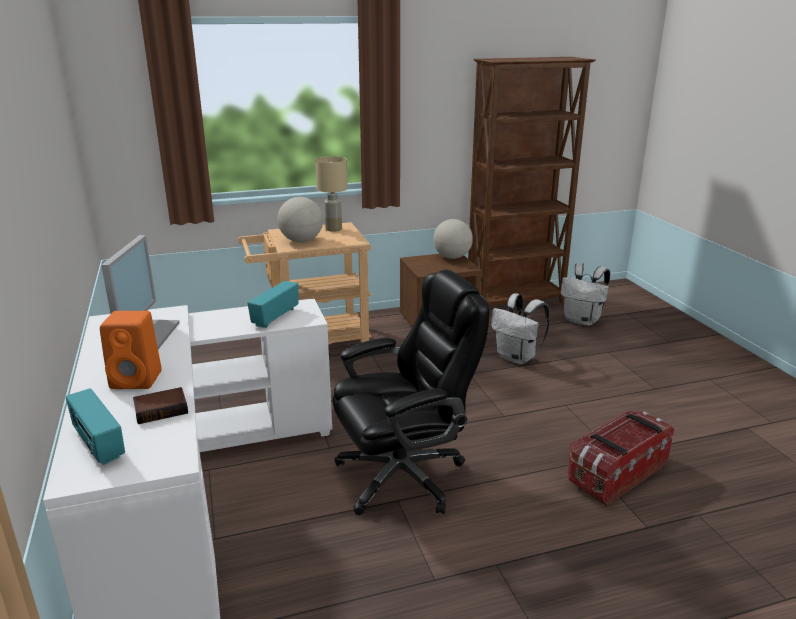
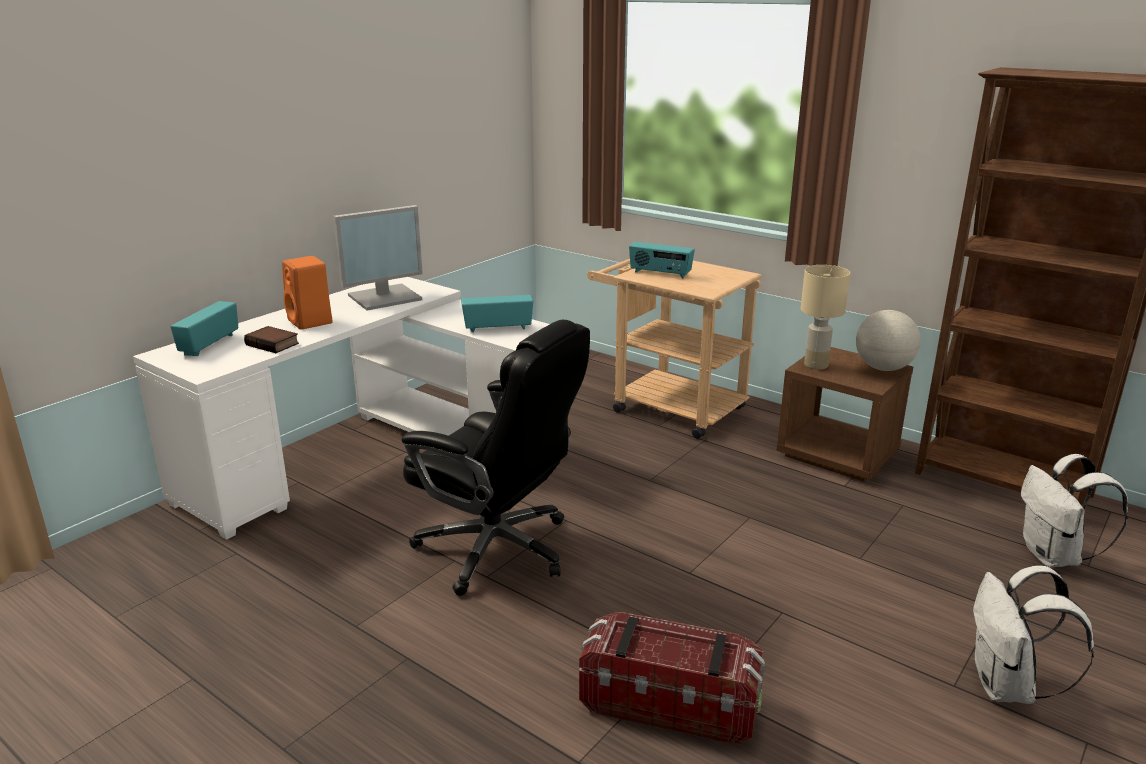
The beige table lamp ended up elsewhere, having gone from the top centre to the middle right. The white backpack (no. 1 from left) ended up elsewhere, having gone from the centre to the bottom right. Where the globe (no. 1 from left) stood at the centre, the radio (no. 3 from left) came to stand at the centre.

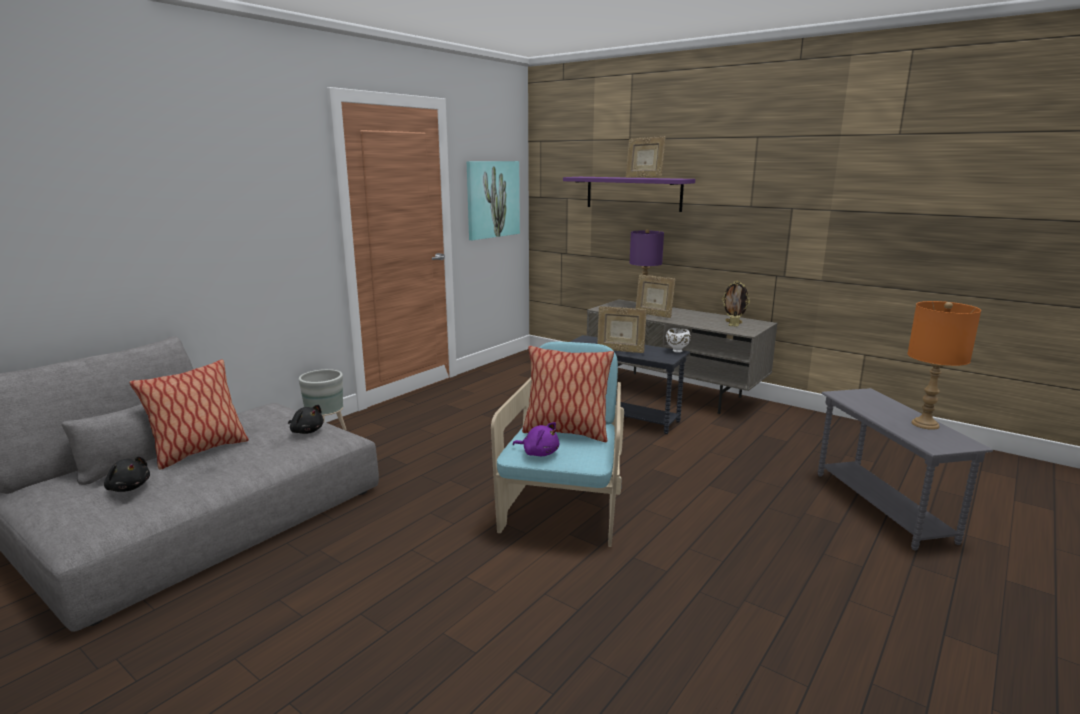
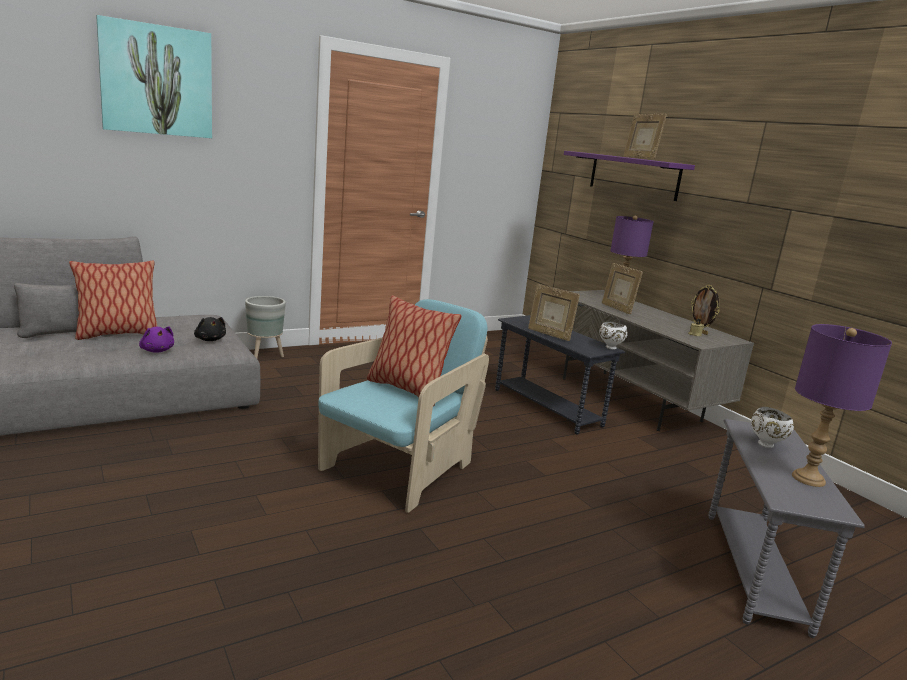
The second view lost the black plush toy (no. 1 from left) at the middle left. The second view gained the white bowl (no. 2 from left) at the middle right. The picture ended up elsewhere, having gone from the top centre to the top left. The purple plush toy ended up elsewhere, having gone from the centre to the middle left. What was the orange table lamp at the middle right turned into the purple table lamp (no. 2 from left) at the middle right.

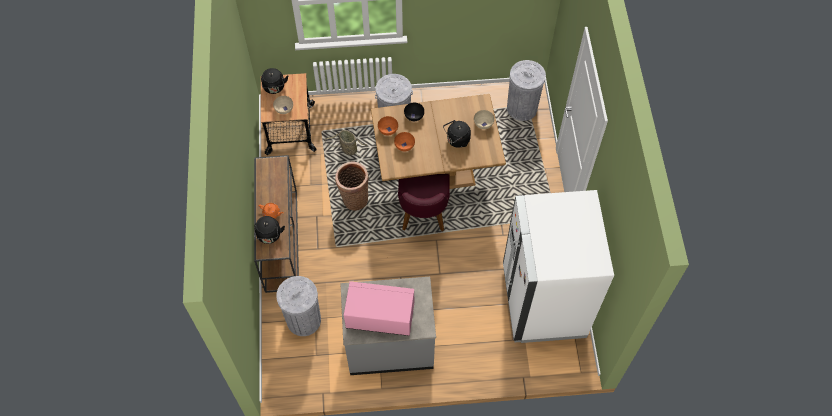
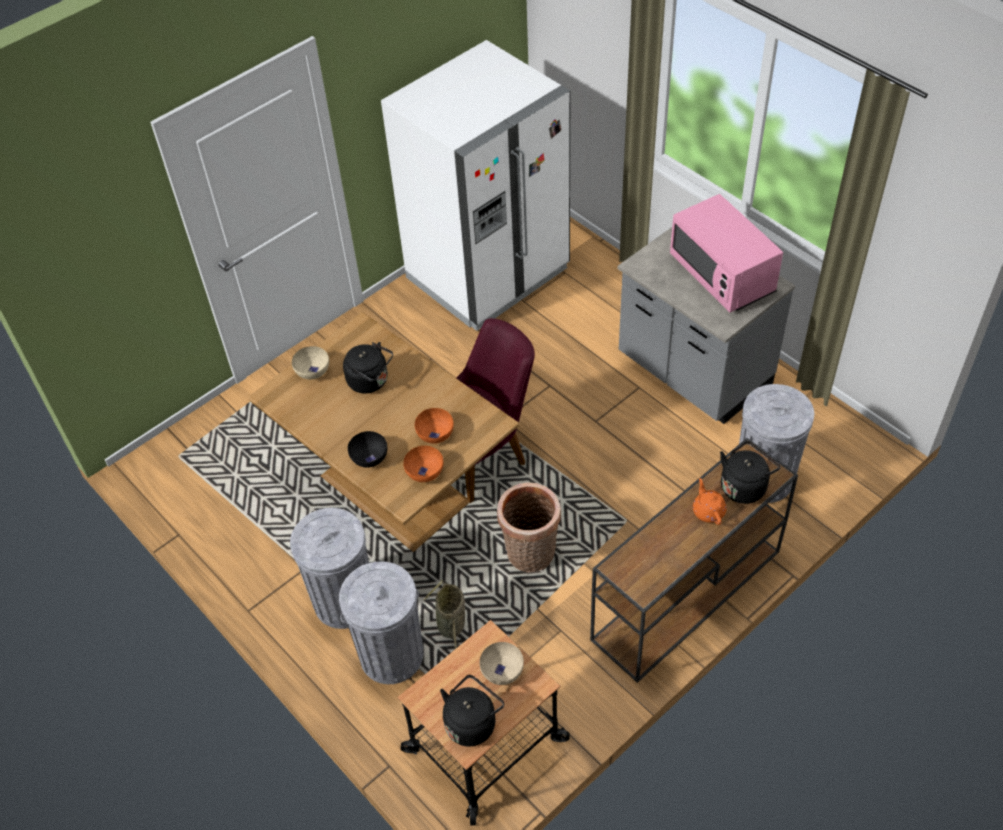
The grey trash can (no. 3 from left in the first image) ended up elsewhere, having gone from the top centre to the bottom centre.

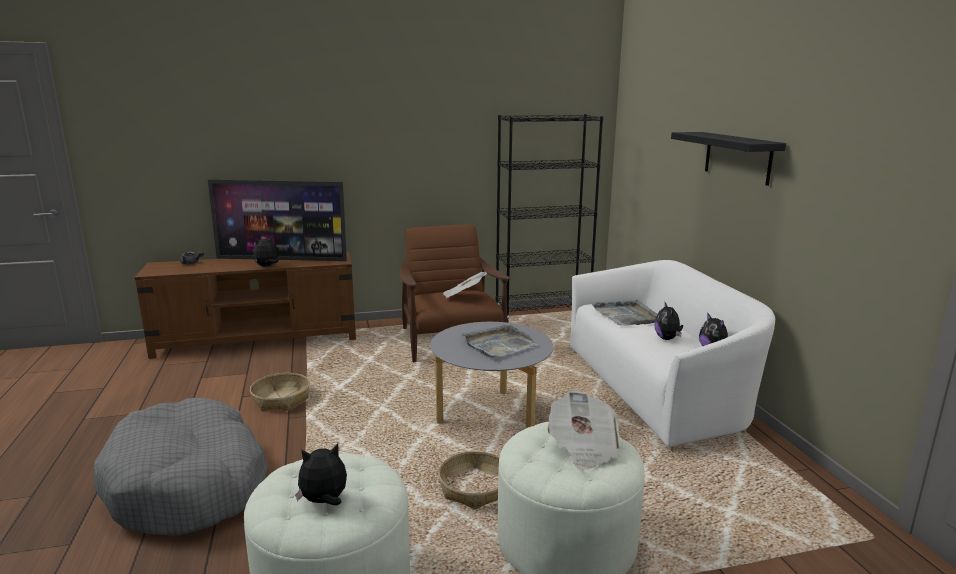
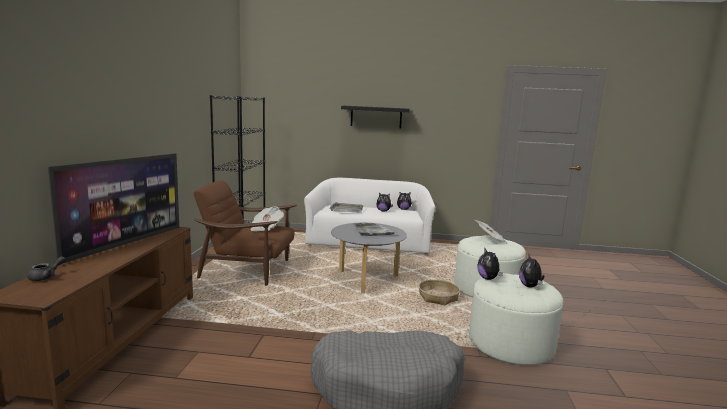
The second view lost the basket (no. 1 from left) at the bottom left. The plush toy (no. 1 from left in the first image) ended up elsewhere, having gone from the middle left to the middle right.

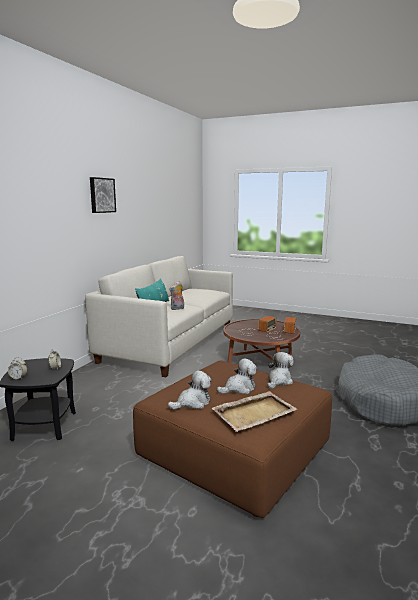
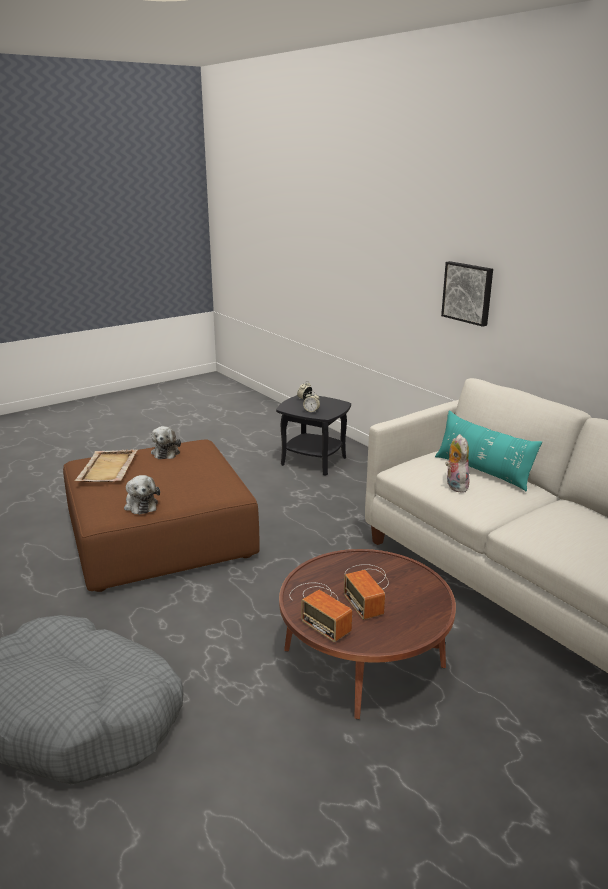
The second view lost the plush toy (no. 3 from left) at the centre. The picture ended up elsewhere, having gone from the top left to the top right.

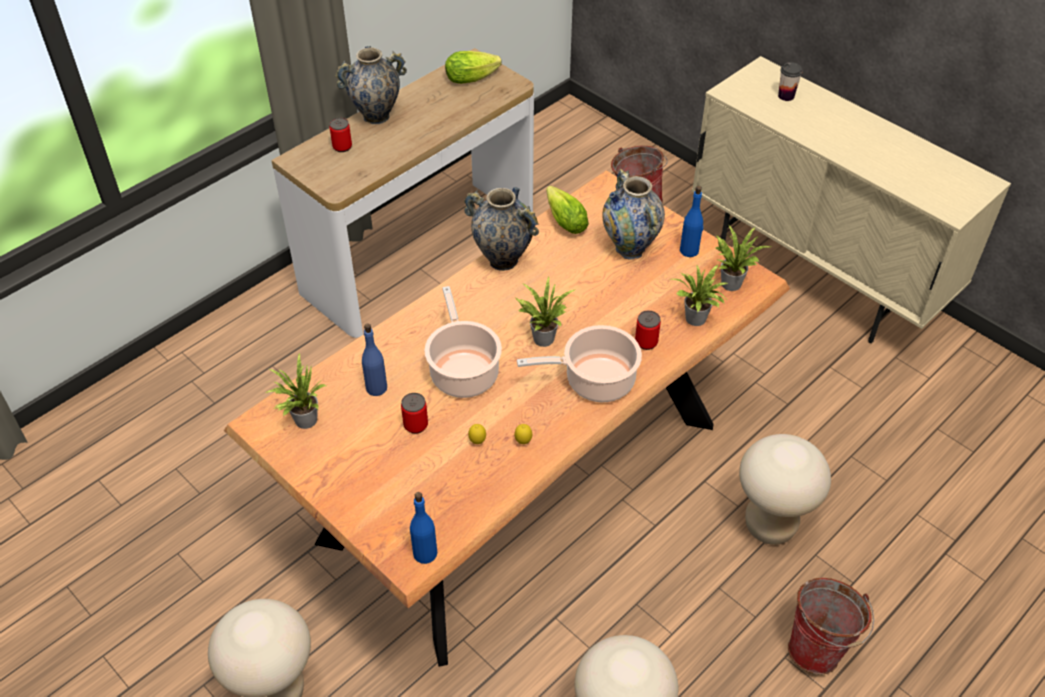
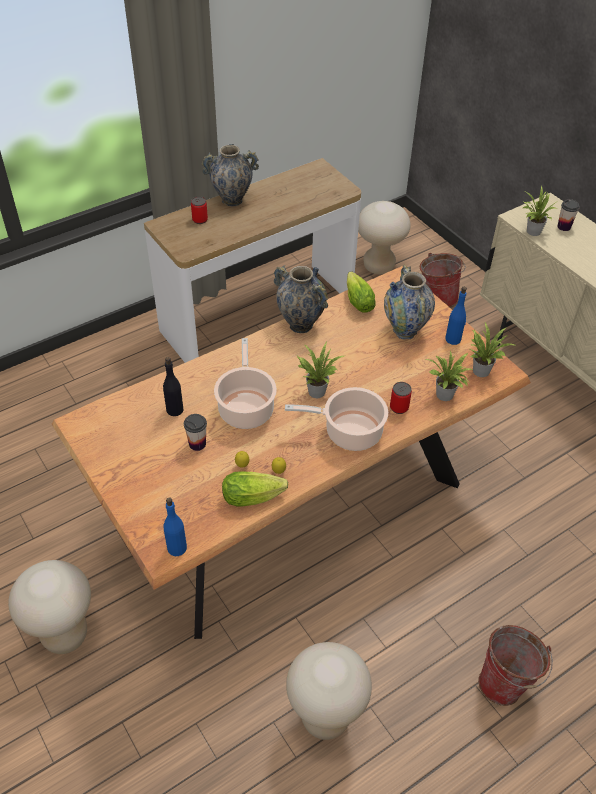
The potted plant (no. 1 from left in the first image) ended up elsewhere, having gone from the middle left to the top right. The lettuce (no. 1 from left) ended up elsewhere, having gone from the top centre to the centre. The beige stool (no. 3 from left) ended up elsewhere, having gone from the bottom right to the top centre. Where the can (no. 2 from left) stood at the centre, the cup (no. 1 from left) came to stand at the middle left. What was the blue bottle (no. 1 from left) at the centre turned into the black bottle at the middle left.

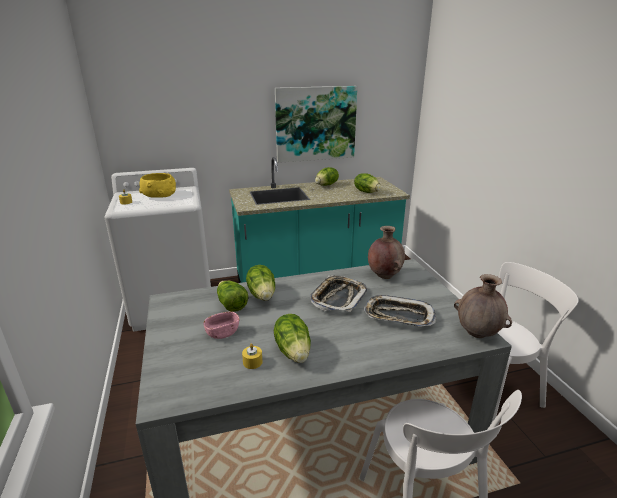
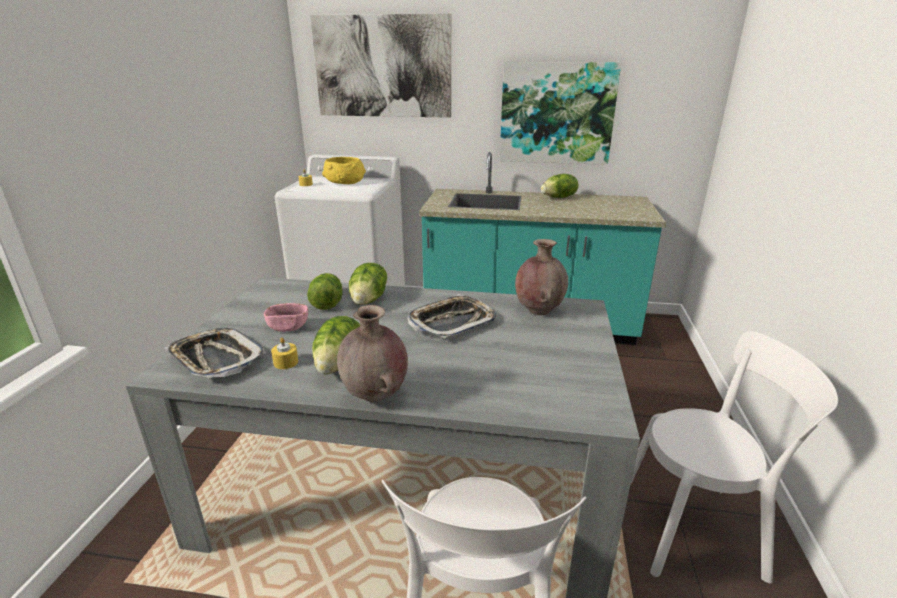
The second view lost the lettuce (no. 5 from left) at the centre. The second view gained the picture (no. 1 from left) at the top centre. The tray (no. 2 from left in the first image) ended up elsewhere, having gone from the centre to the middle left. The brown vase (no. 2 from left in the first image) ended up elsewhere, having gone from the middle right to the centre.

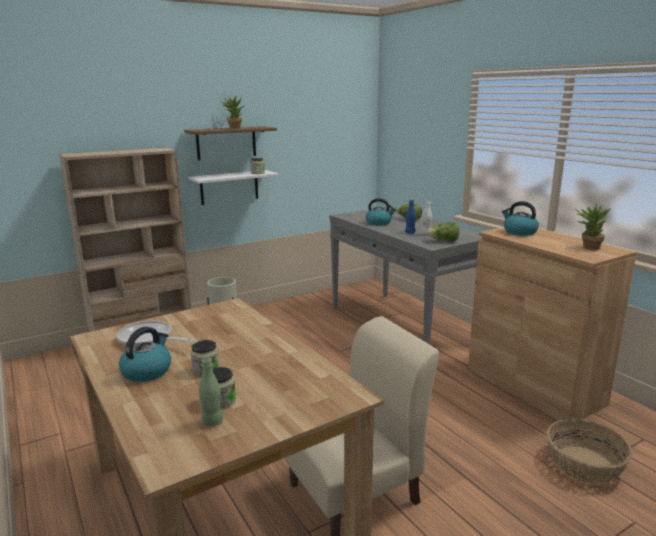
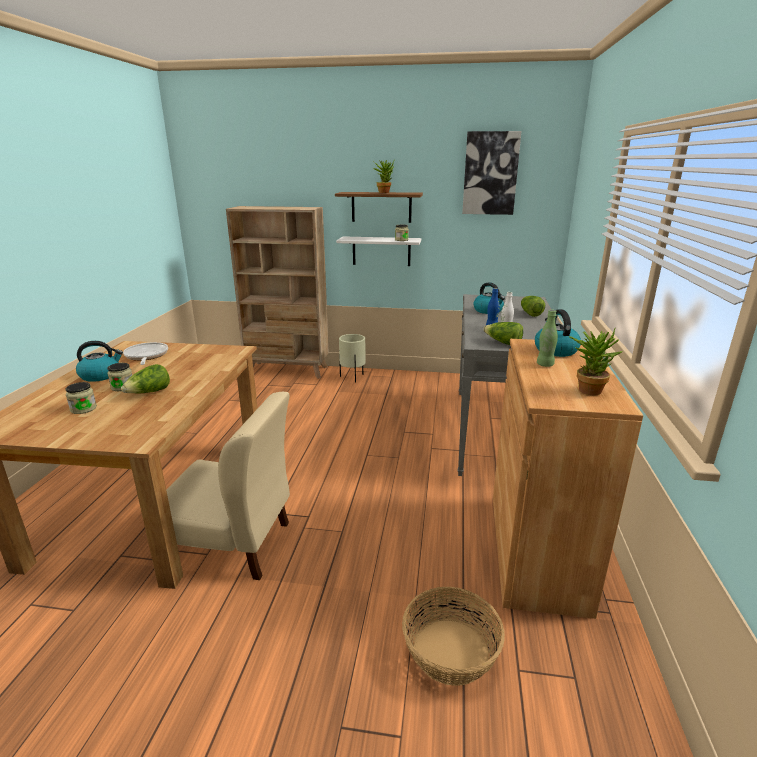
The second view gained the lettuce (no. 1 from left) at the middle left. The second view gained the picture at the top centre. The green bottle ended up elsewhere, having gone from the bottom left to the middle right.

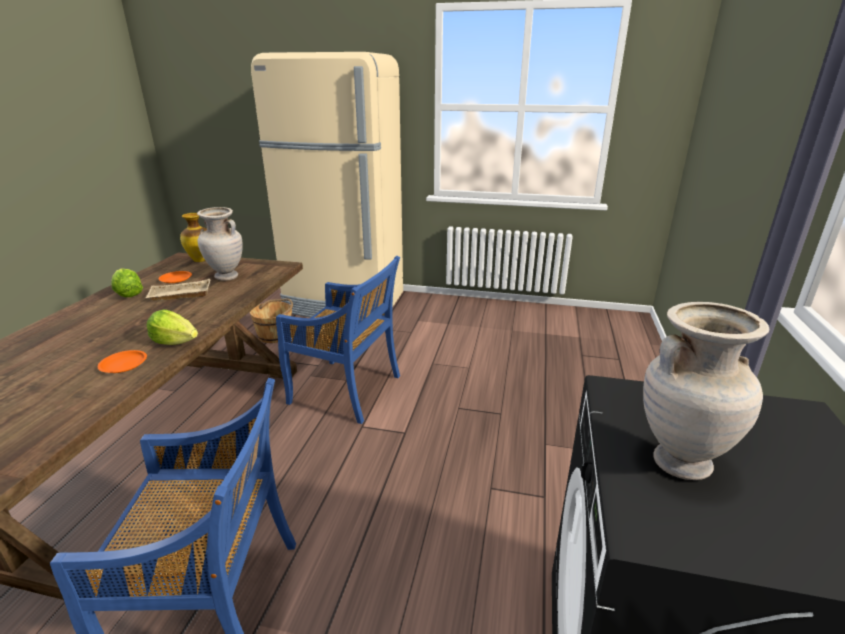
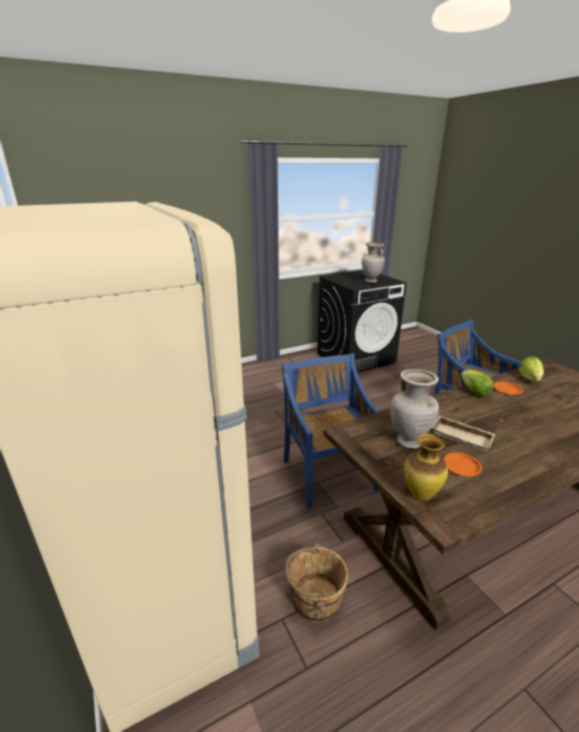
The lettuce (no. 1 from left in the first image) ended up elsewhere, having gone from the middle left to the middle right.

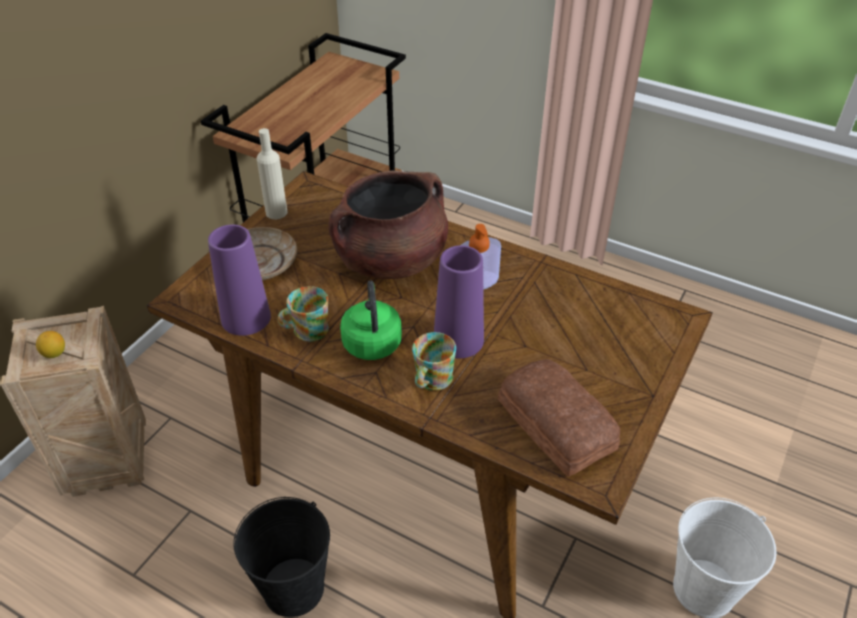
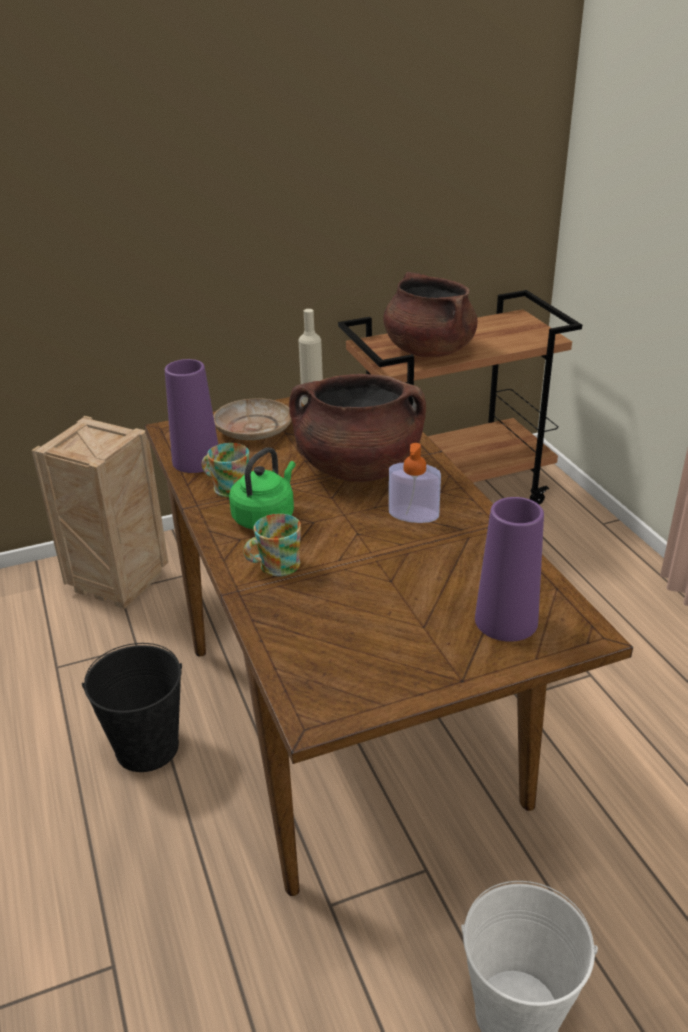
The second view lost the lemon at the middle left. The second view lost the bread at the bottom centre. The second view gained the brown cooking pot (no. 2 from left) at the top centre. The purple vase (no. 2 from left) ended up elsewhere, having gone from the centre to the middle right.

